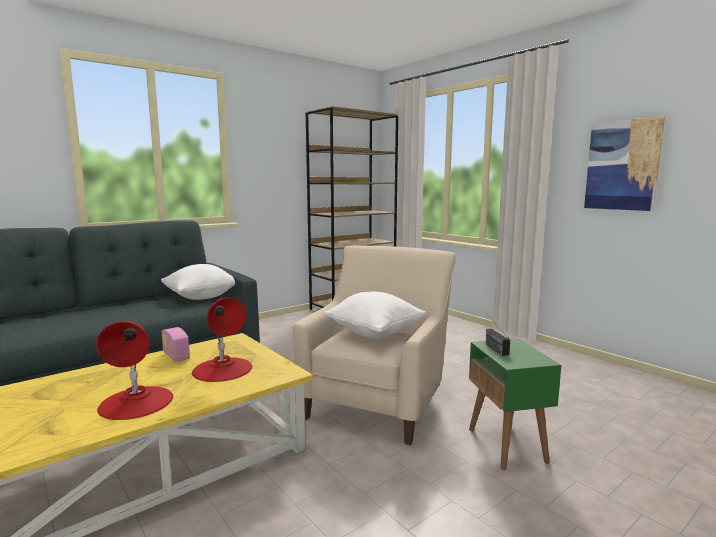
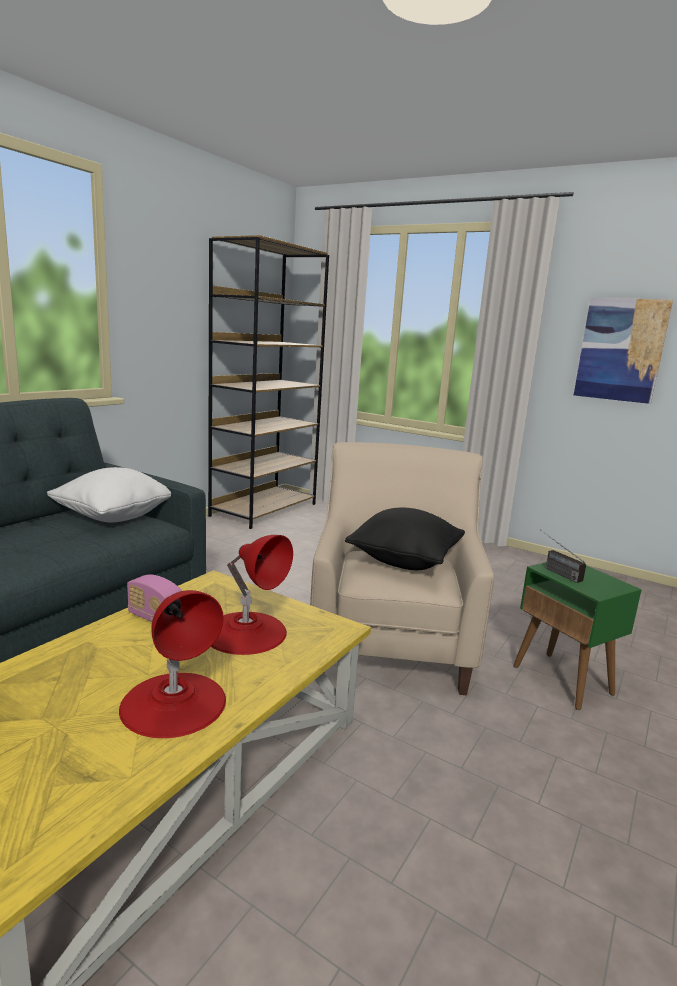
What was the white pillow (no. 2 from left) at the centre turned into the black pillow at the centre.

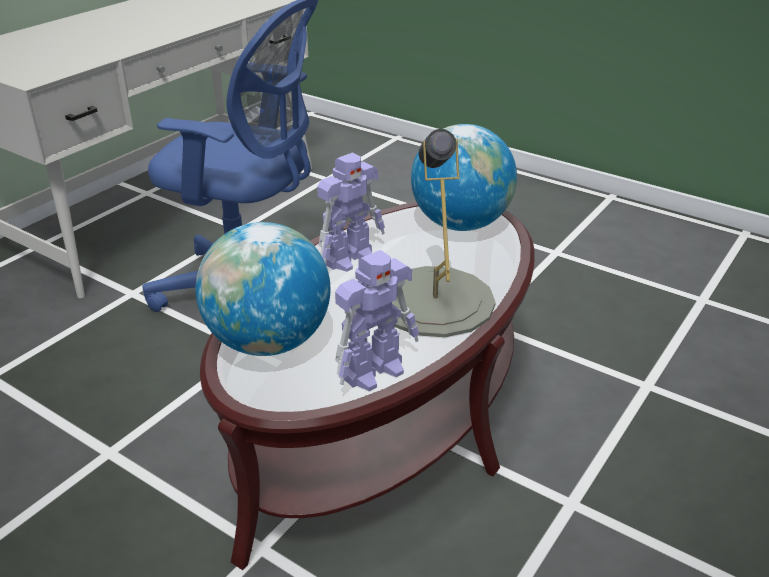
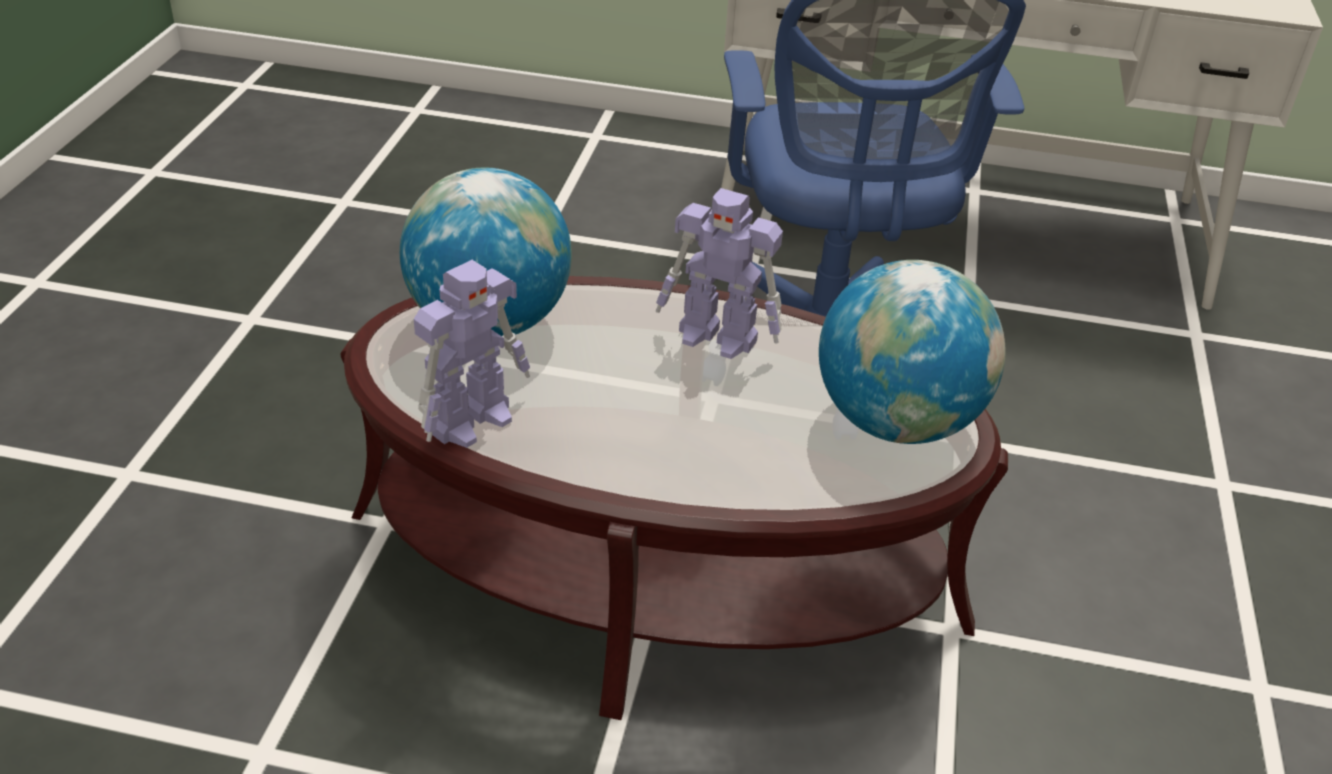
The second view lost the grey table lamp at the centre. The toy robot (no. 2 from left in the first image) at the centre ended up facing another way, 75 degrees counterclockwise from before.

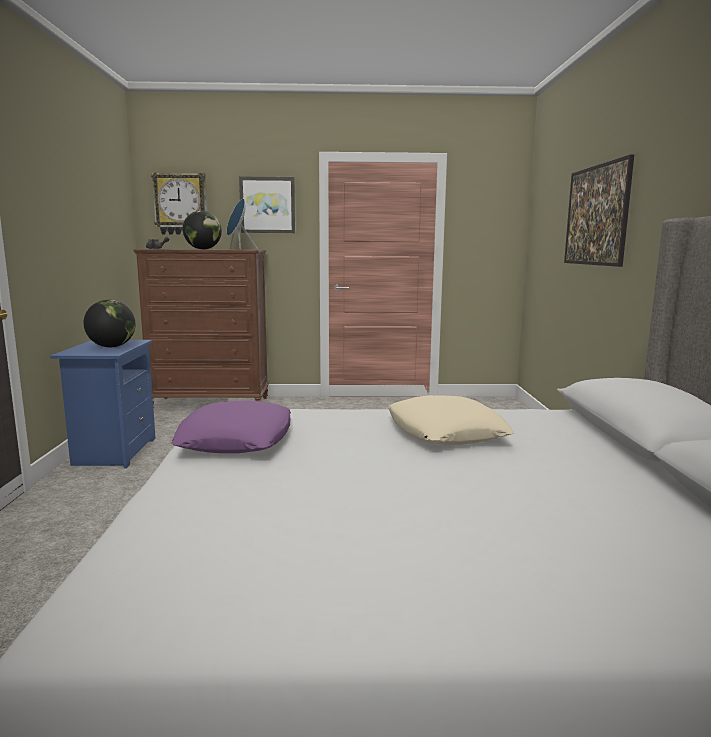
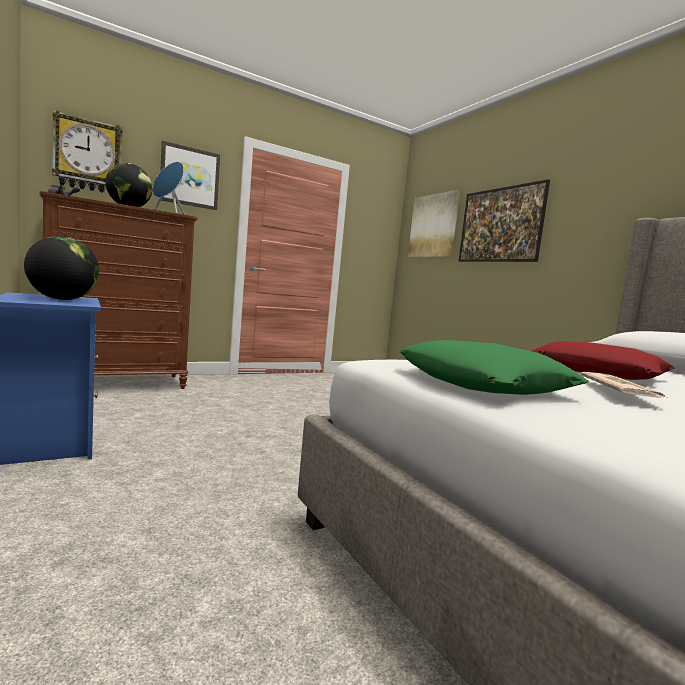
The second view gained the picture (no. 2 from left) at the top centre. The second view gained the newspaper at the middle right. What was the purple pillow at the middle left turned into the green pillow at the middle right. What was the beige pillow at the centre turned into the red pillow at the middle right.

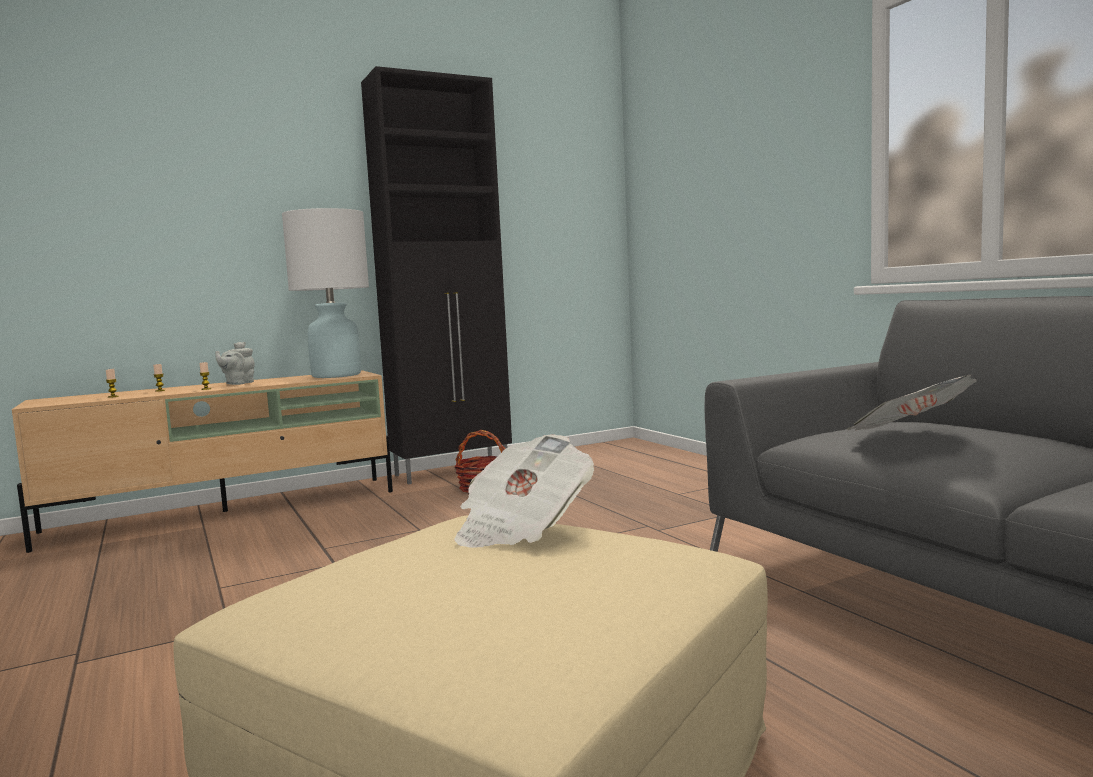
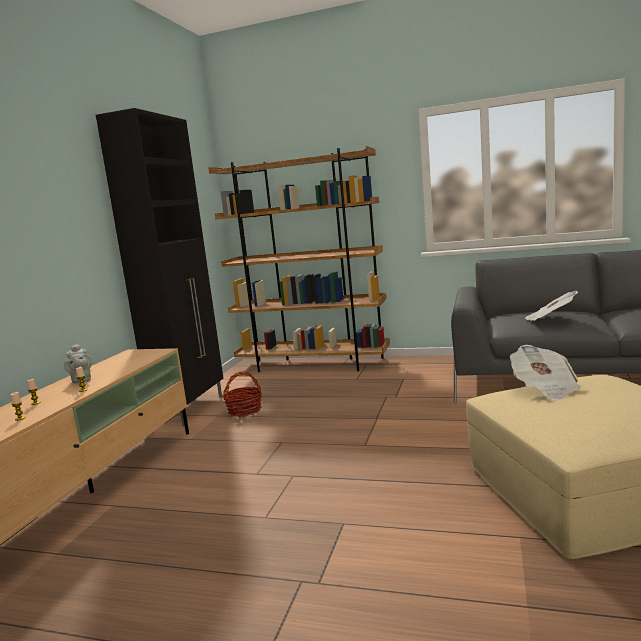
The second view lost the white table lamp at the middle left. The second view gained the brown bookcase at the centre.

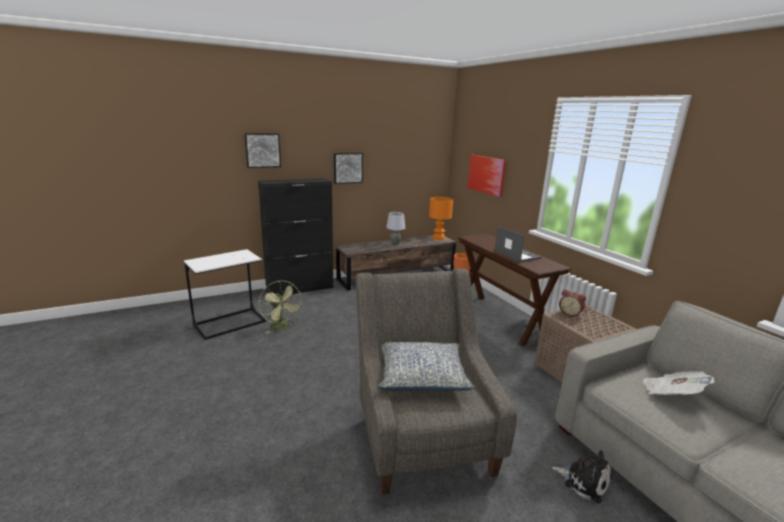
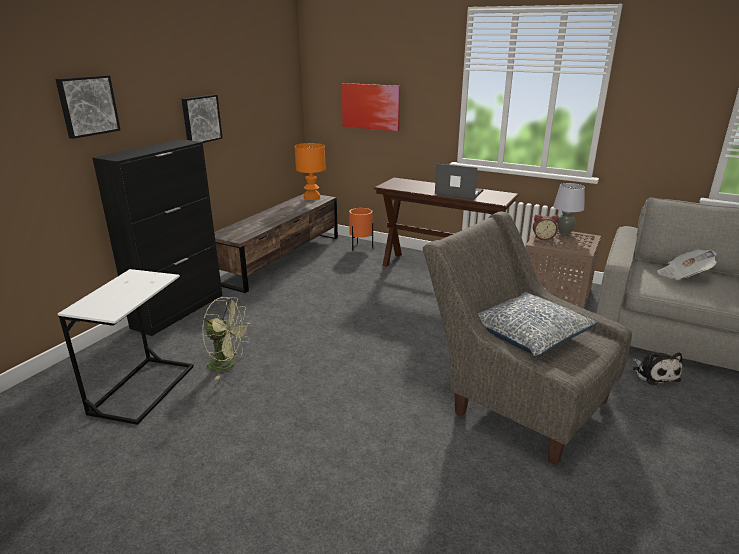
The grey table lamp ended up elsewhere, having gone from the centre to the middle right. The plush toy at the bottom right ended up facing another way, 75 degrees clockwise from before.

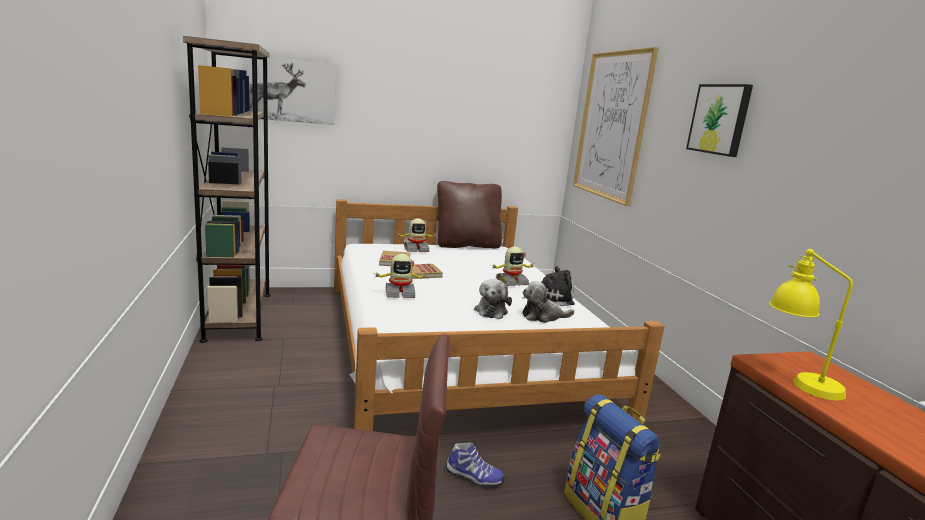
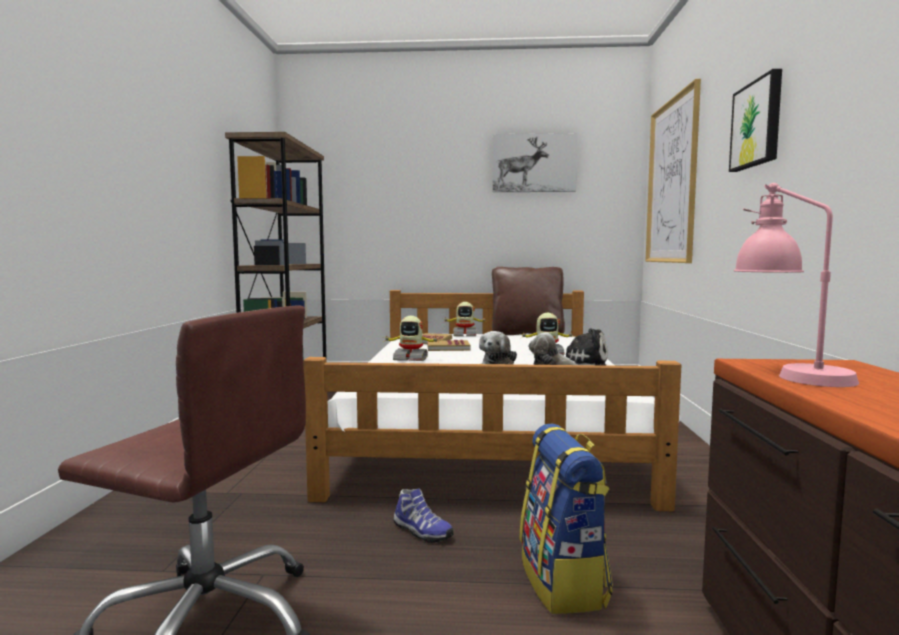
The picture (no. 1 from left) ended up elsewhere, having gone from the top left to the top centre. What was the yellow table lamp at the middle right turned into the pink table lamp at the middle right.

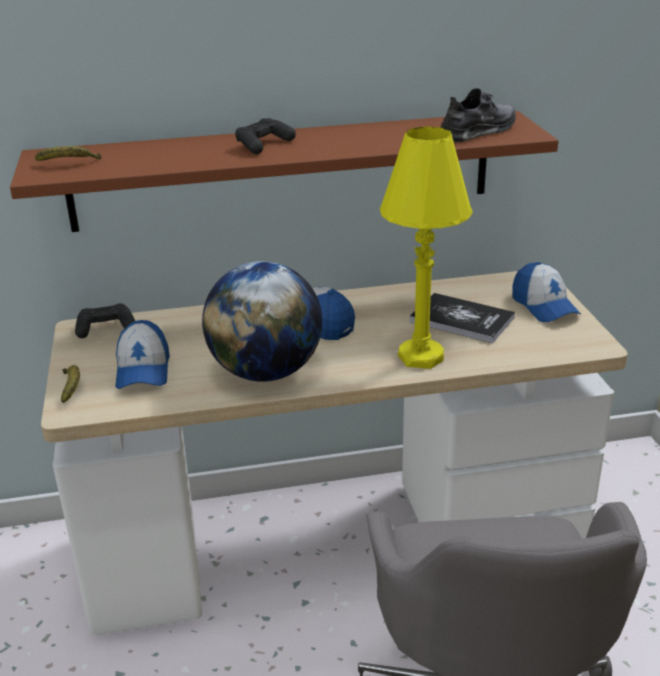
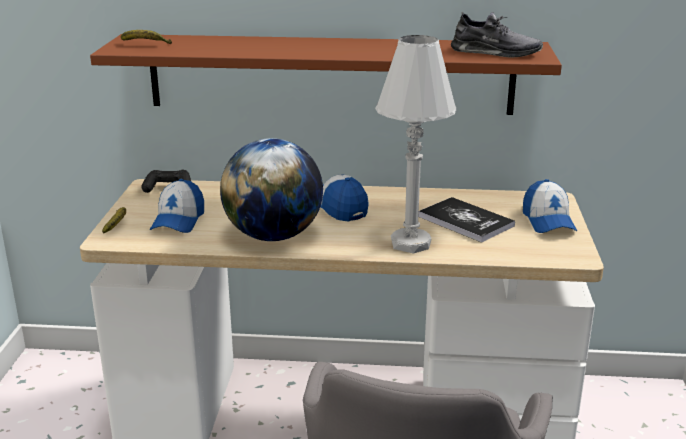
The second view lost the black game controller (no. 2 from left) at the top centre. What was the yellow table lamp at the centre turned into the white table lamp at the top centre. The grey shoe at the top right ended up facing another way, 45 degrees clockwise from before.

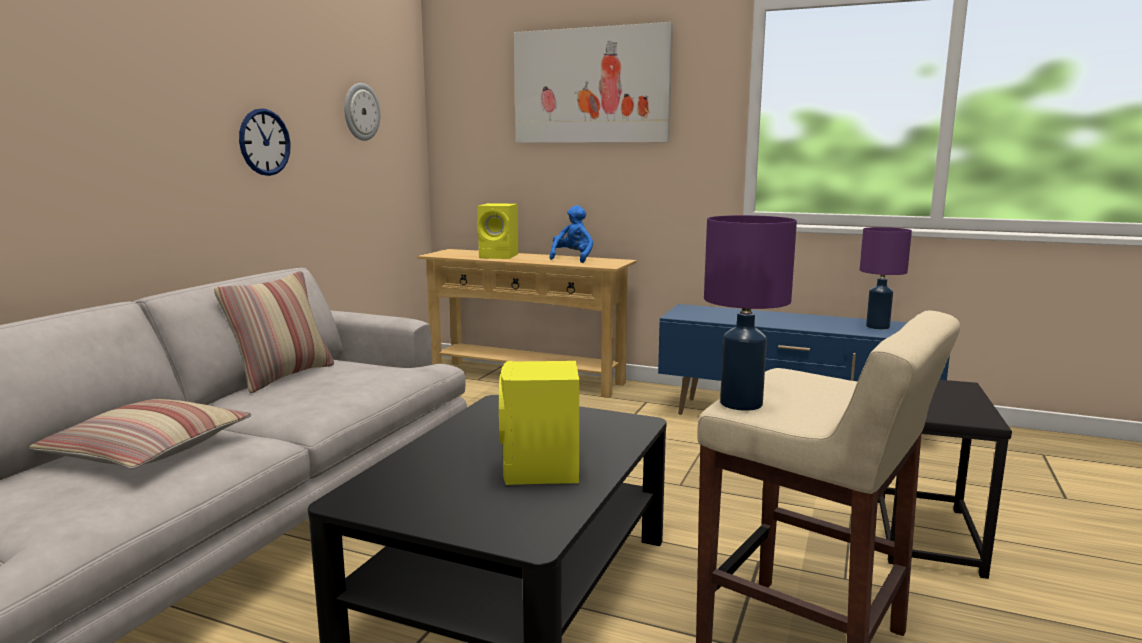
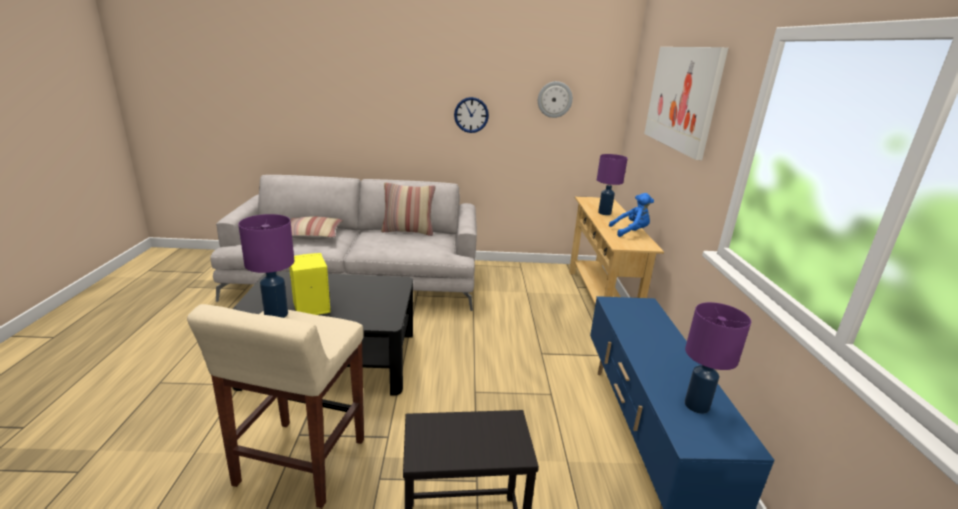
Where the yellow speaker (no. 1 from left) stood at the centre, the purple table lamp (no. 2 from left) came to stand at the centre.

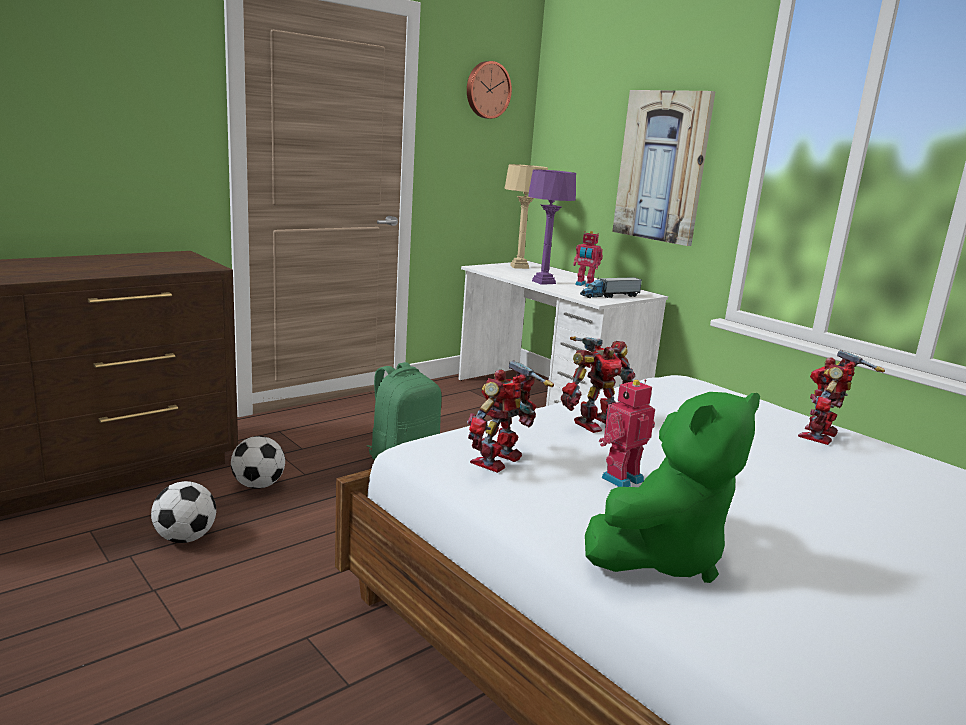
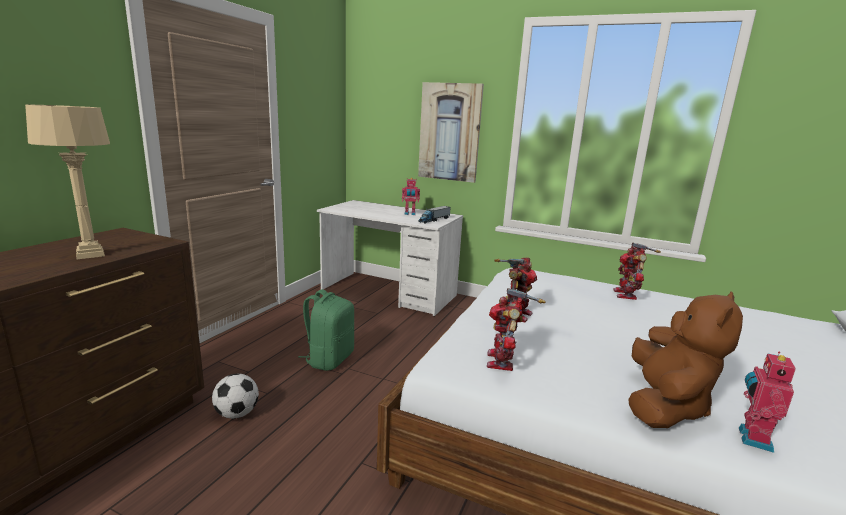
The second view lost the football (no. 1 from left) at the bottom left. The second view lost the wall clock at the top centre. The second view lost the purple table lamp at the top centre. The beige table lamp ended up elsewhere, having gone from the top centre to the middle left. The toy robot (no. 4 from left in the first image) ended up elsewhere, having gone from the centre to the bottom right. What was the green plush toy at the bottom right turned into the brown plush toy at the bottom right.

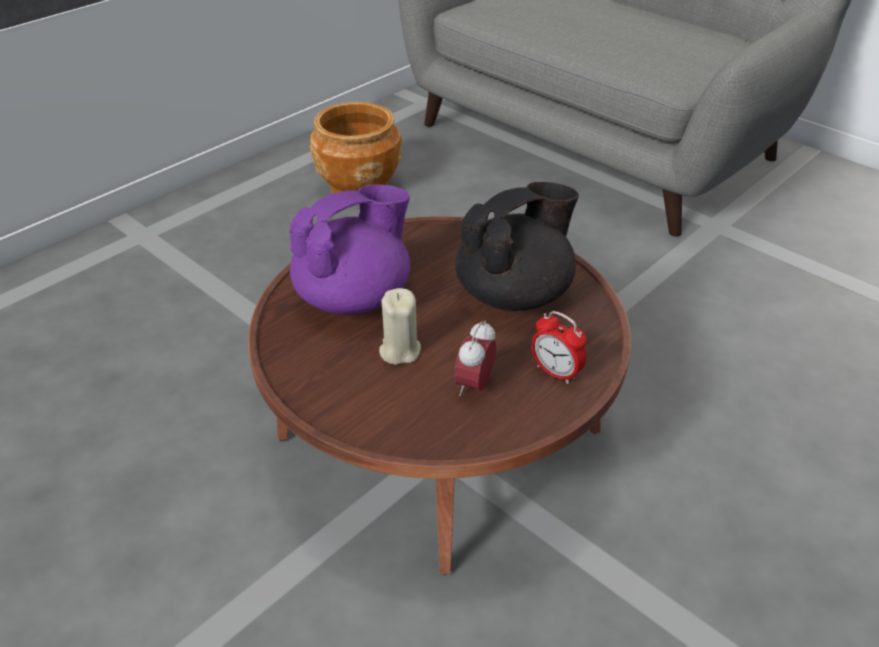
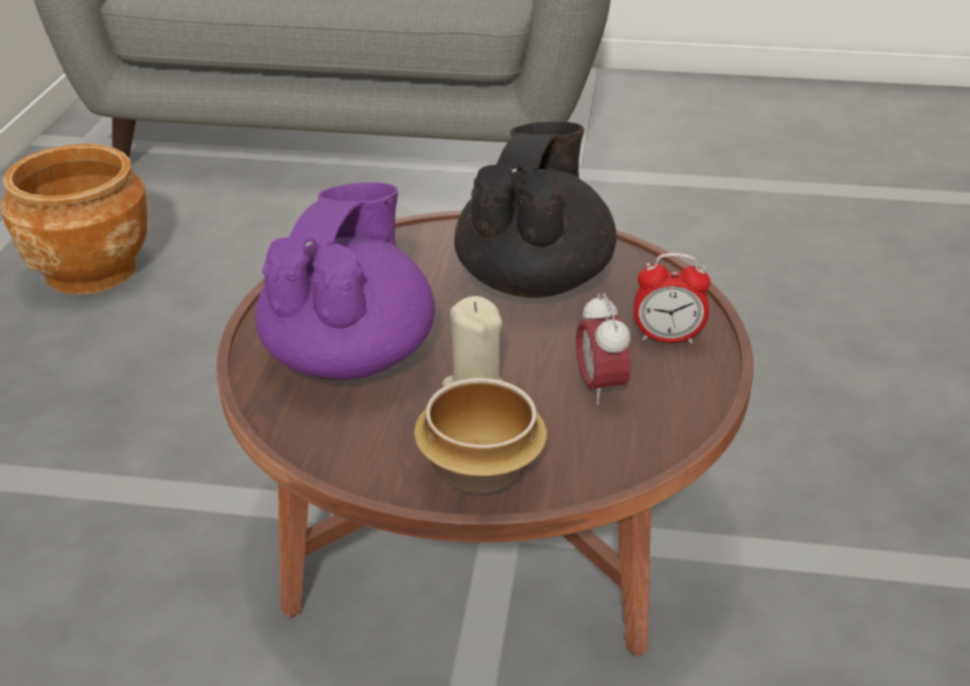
The second view gained the bowl at the centre.

